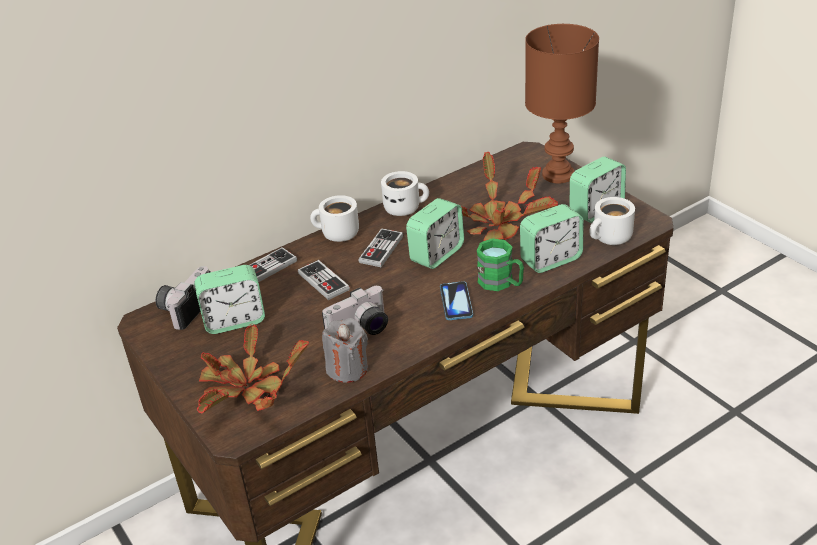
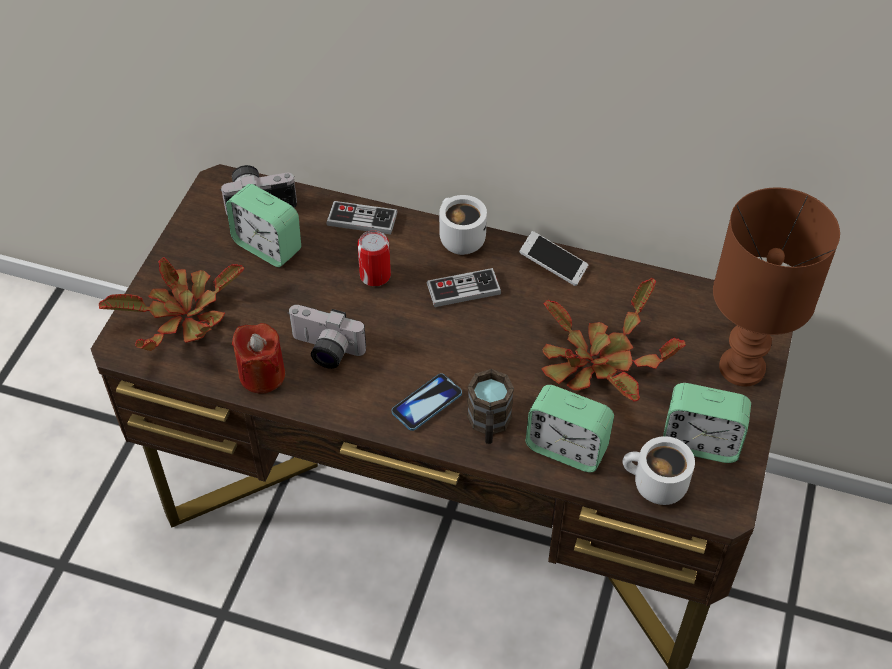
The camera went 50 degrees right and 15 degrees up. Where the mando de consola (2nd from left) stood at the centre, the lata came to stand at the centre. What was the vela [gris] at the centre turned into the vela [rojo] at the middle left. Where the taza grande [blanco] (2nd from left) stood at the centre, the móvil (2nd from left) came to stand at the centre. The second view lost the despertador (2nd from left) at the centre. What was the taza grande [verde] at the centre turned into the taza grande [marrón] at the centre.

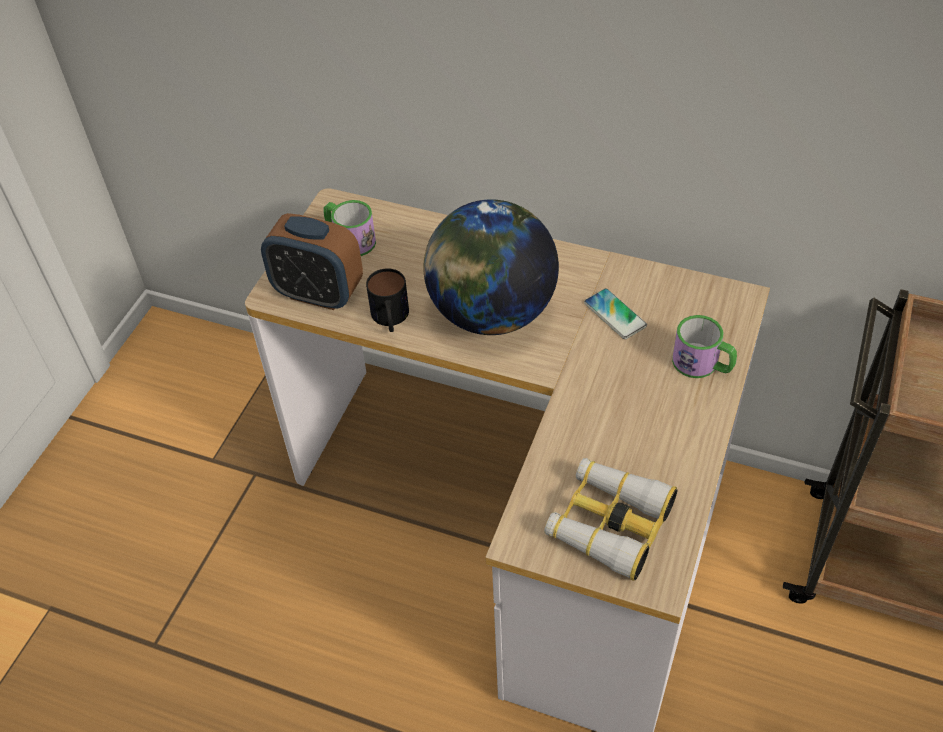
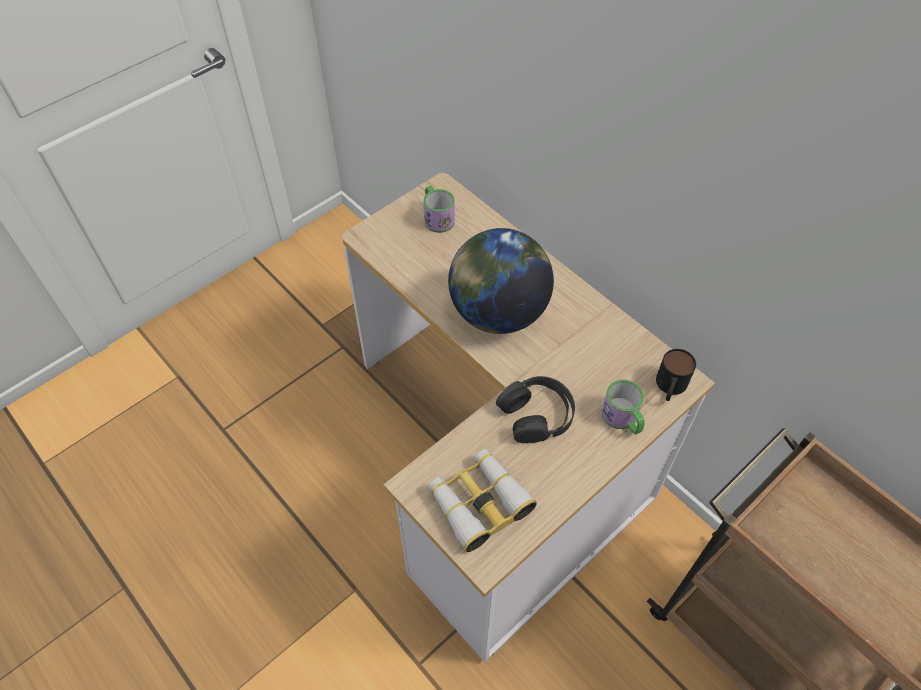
The camera went 25 degrees right and 5 degrees up. The second view lost the despertador at the middle left. The taza grande (2nd from left in the first image) ended up elsewhere, having gone from the centre to the middle right. The second view lost the móvil at the centre. The second view gained the auriculares [negro] at the centre.

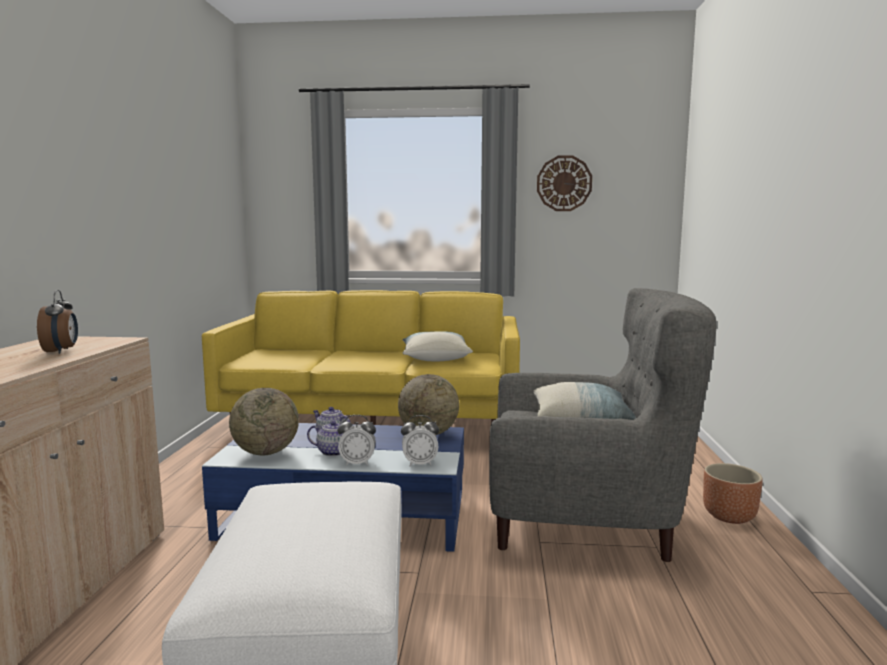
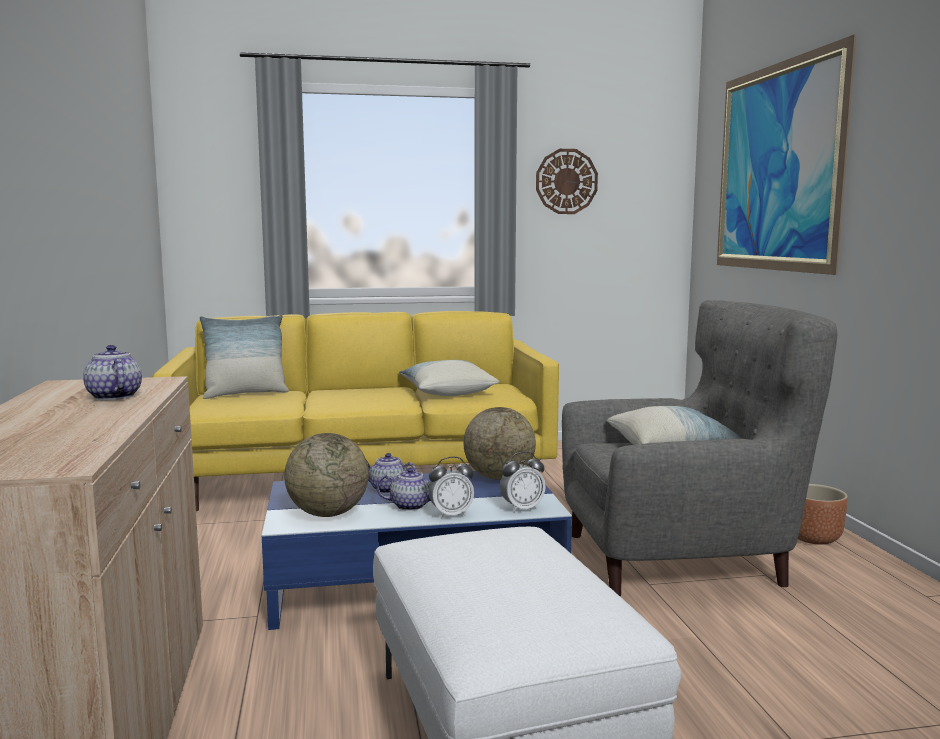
The camera went 15 degrees left and 0 degrees up. Where the despertador (1st from left) stood at the middle left, the tetera (1st from left) came to stand at the middle left. The second view gained the cojín (1st from left) at the middle left. The second view gained the cuadro at the top right.

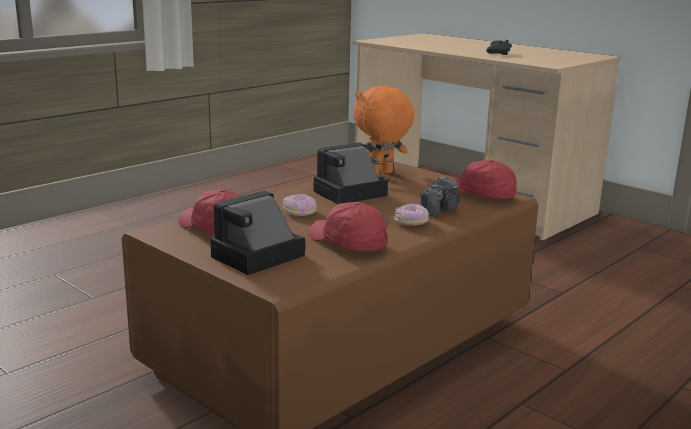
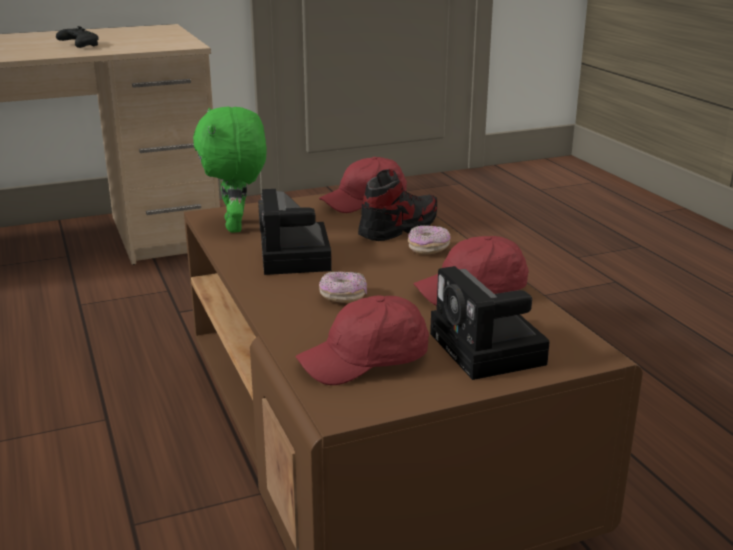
The camera went 65 degrees left and 5 degrees up. What was the peluche [naranja] at the top centre turned into the peluche [verde] at the top left. Where the cámara (3rd from left) stood at the centre, the zapato came to stand at the centre.

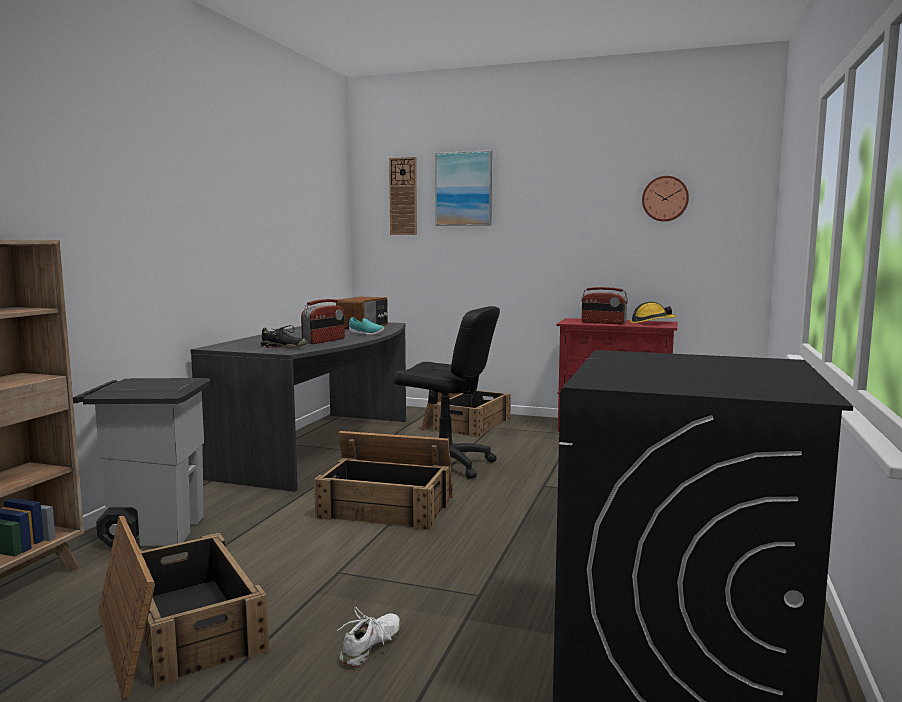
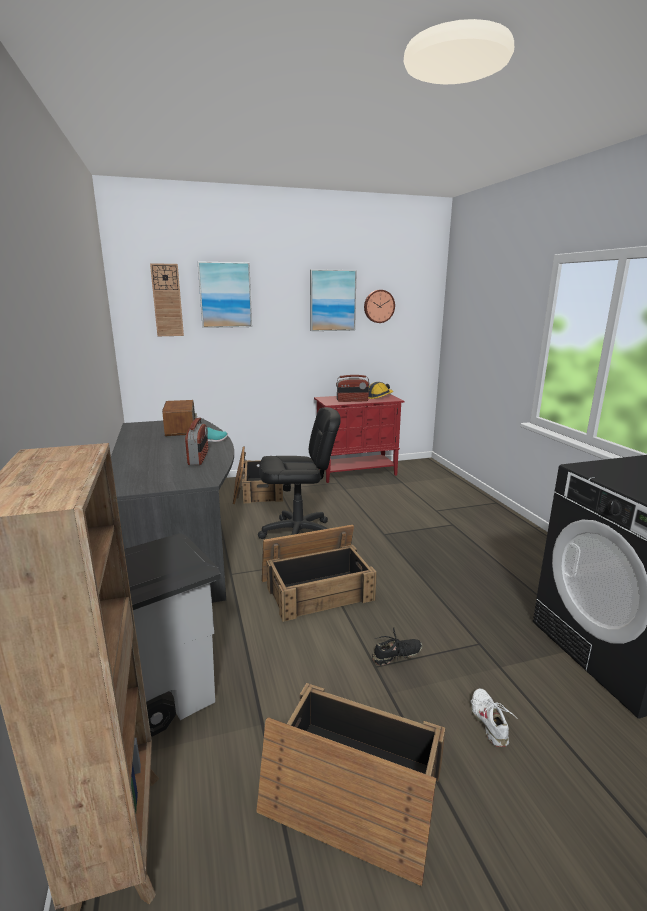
The camera went 35 degrees left and 10 degrees up. The zapato [negro] ended up elsewhere, having gone from the middle left to the bottom centre. The second view gained the cuadro (2nd from left) at the top centre.

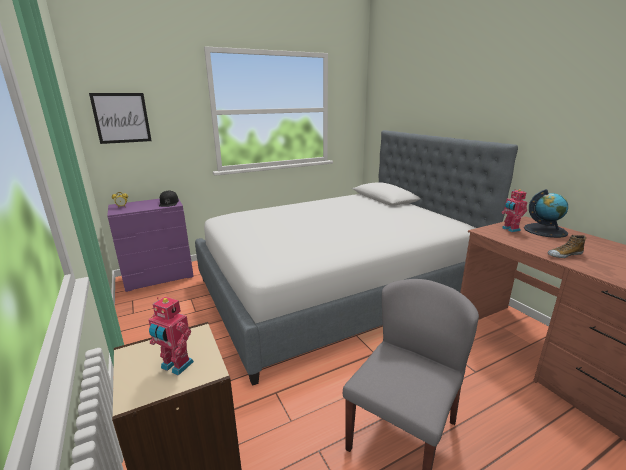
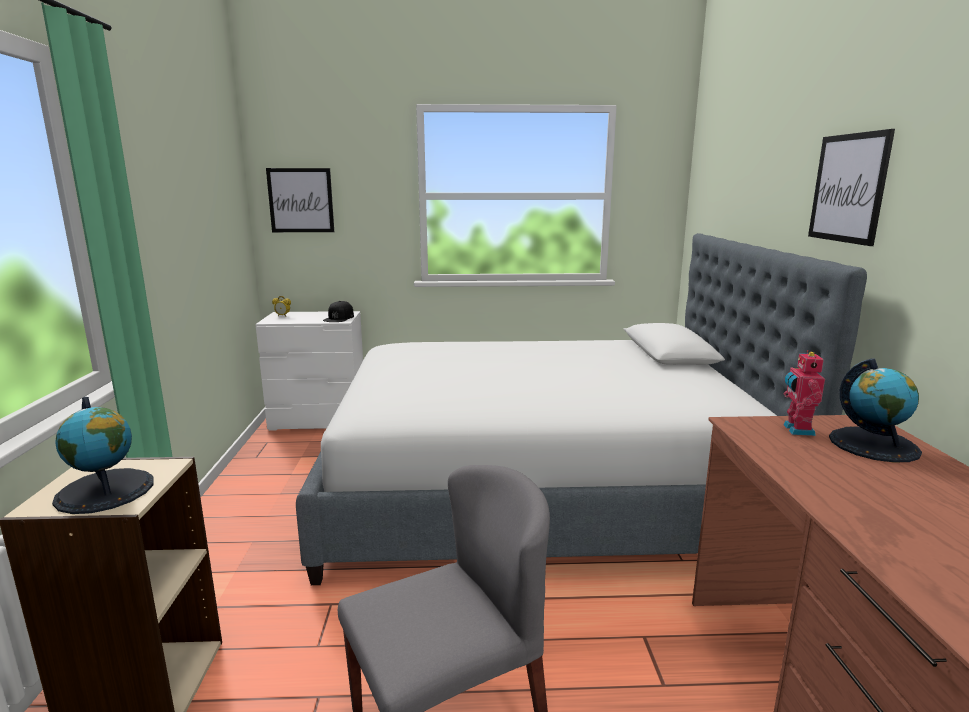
The camera went 25 degrees right and 5 degrees down. What was the cómoda [morado] at the middle left turned into the cómoda [blanco] at the middle left. Where the robot de juguete (1st from left) stood at the bottom left, the globo terráqueo (1st from left) came to stand at the middle left. The second view lost the zapato at the middle right. The second view gained the cuadro (2nd from left) at the top right.

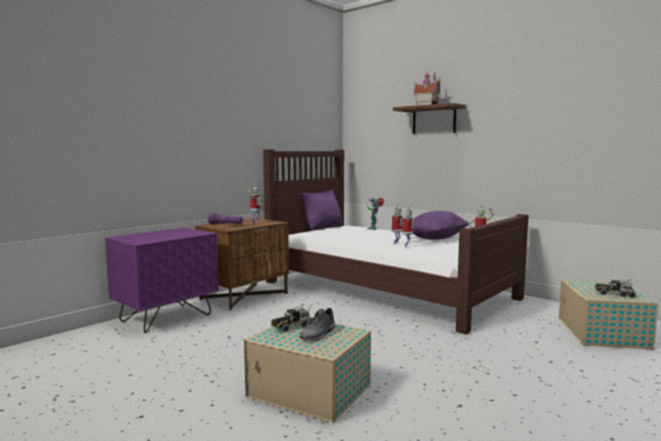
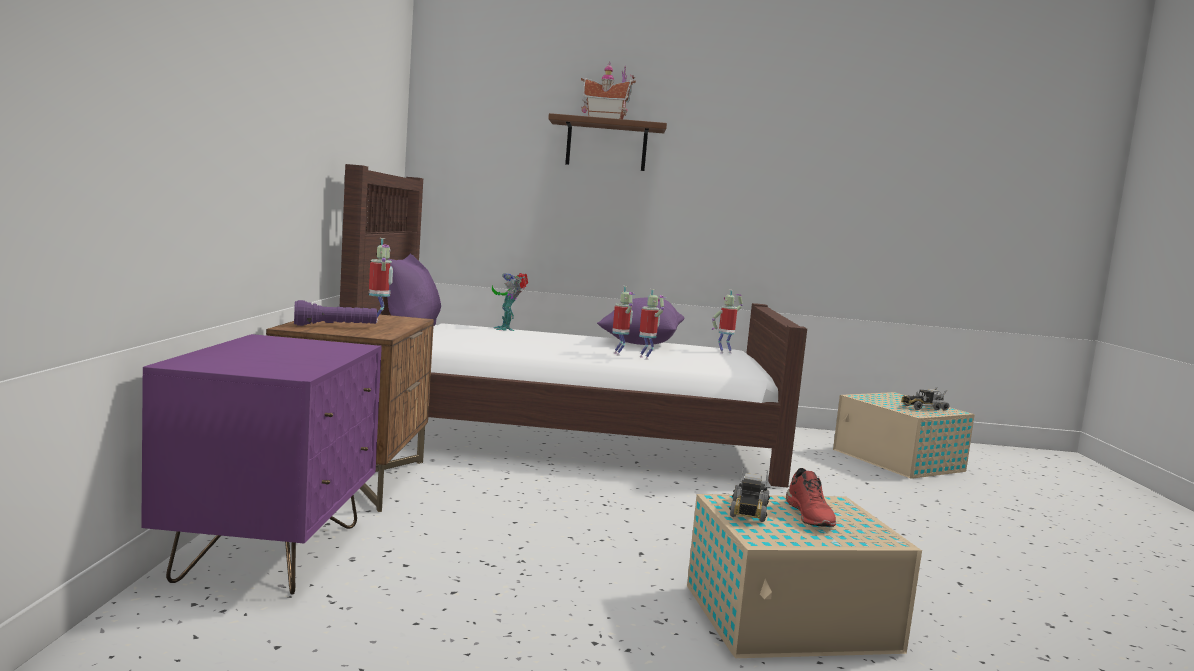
The camera went 40 degrees left and 0 degrees up. What was the zapato [gris] at the bottom centre turned into the zapato [rojo] at the bottom right.

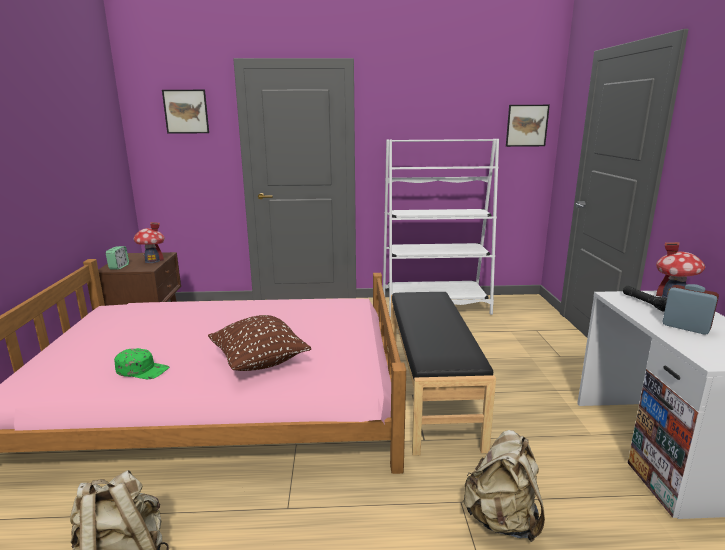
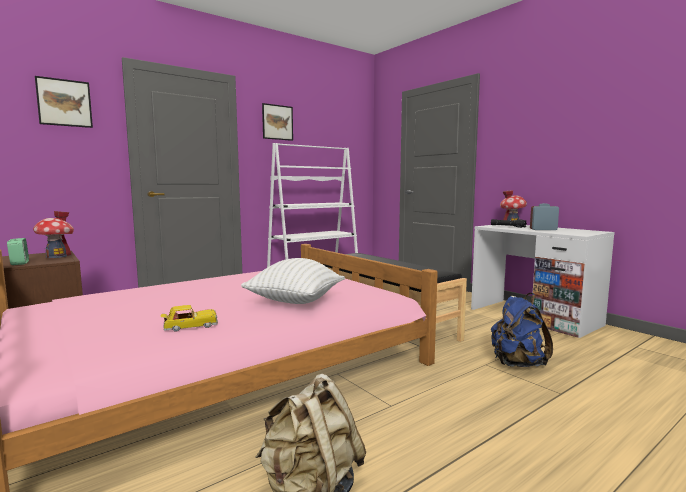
The camera went 35 degrees left and 10 degrees down. Where the gorra [verde] stood at the middle left, the coche de juguete came to stand at the middle left. What was the cojín [marrón] at the centre turned into the cojín [blanco] at the centre. What was the mochila [beis] (2nd from left) at the bottom right turned into the mochila [azul] at the bottom right. The cuadro (2nd from left) ended up elsewhere, having gone from the top right to the top centre.

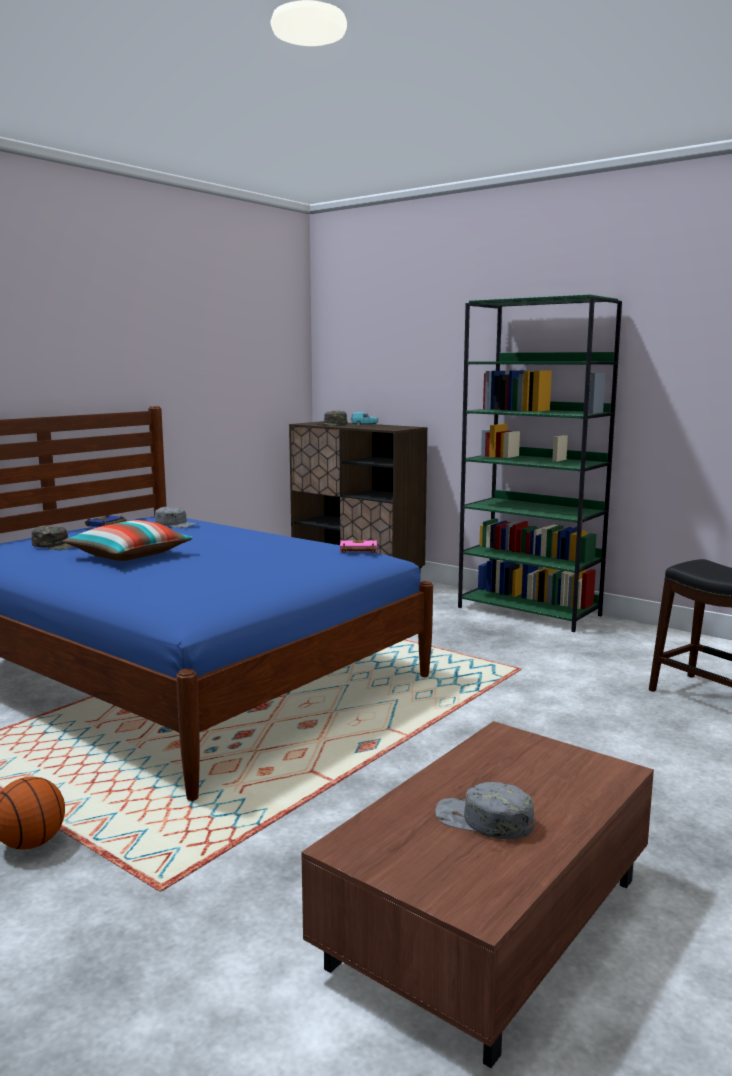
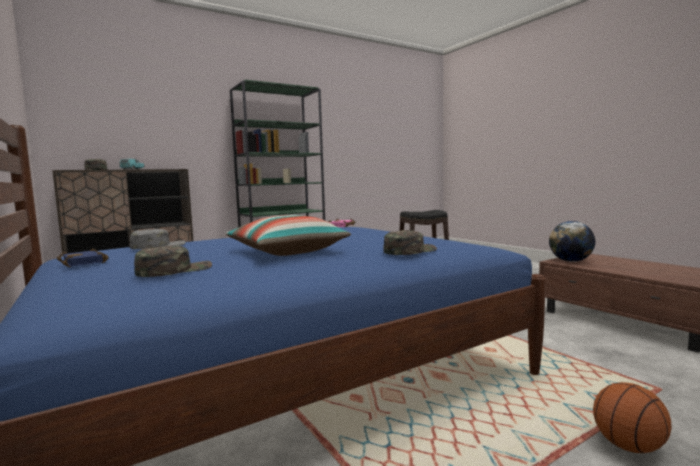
The camera went 70 degrees left and 5 degrees down. The second view lost the gorra [gris] (2nd from left) at the bottom centre. The second view gained the gorra [verde] (3rd from left) at the centre. The second view gained the globo terráqueo at the middle right.

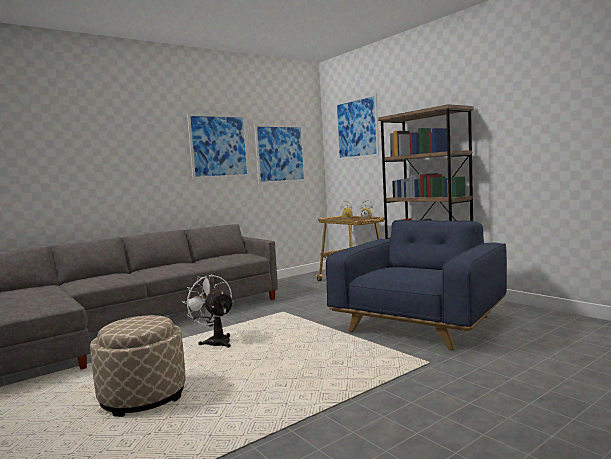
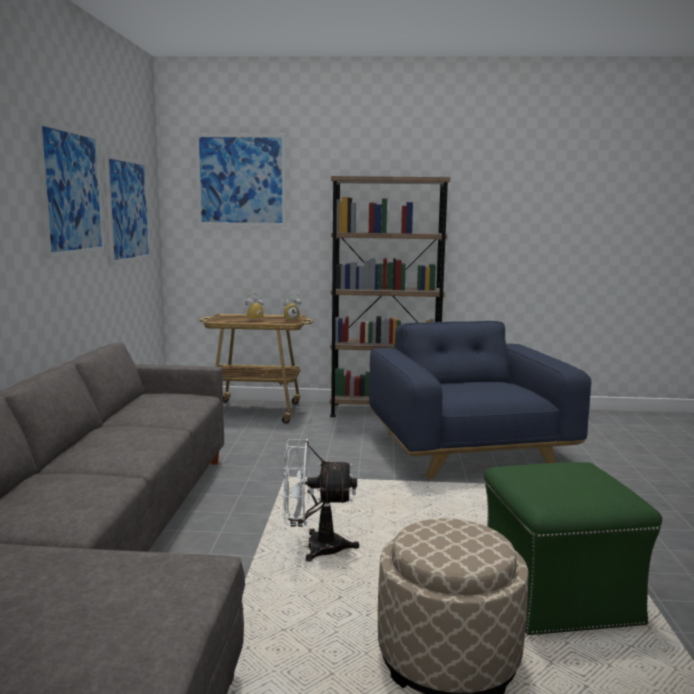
The camera went 50 degrees left and 5 degrees up. The second view gained the puf [verde] at the bottom right.

